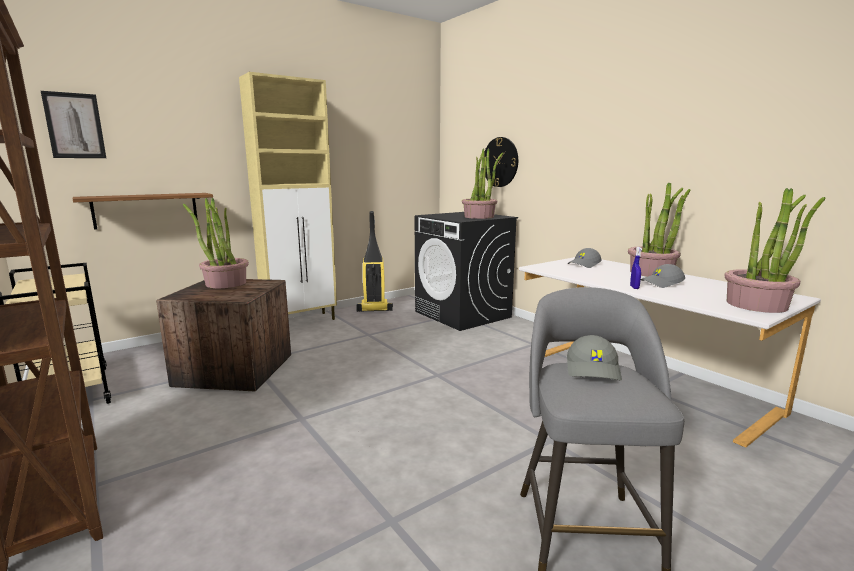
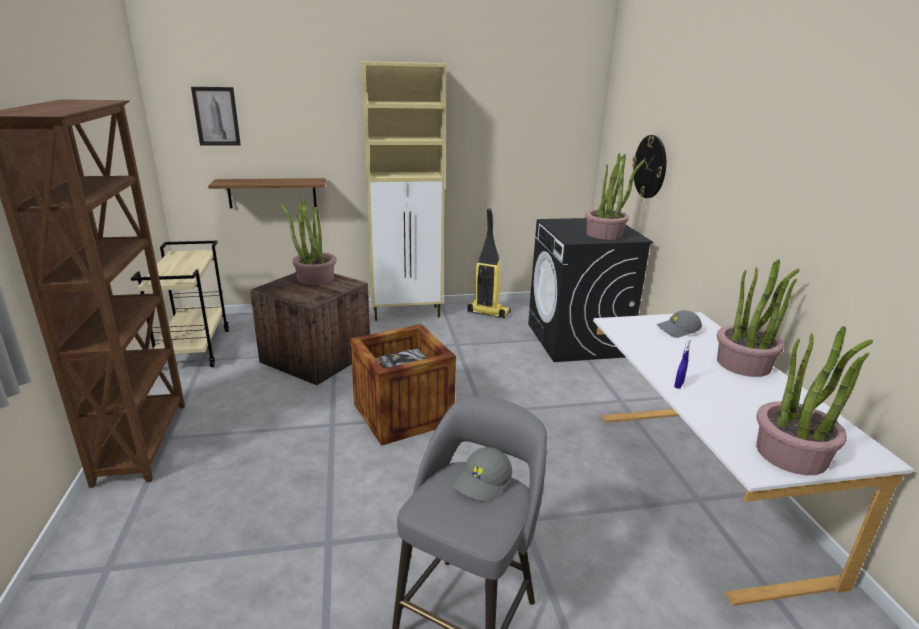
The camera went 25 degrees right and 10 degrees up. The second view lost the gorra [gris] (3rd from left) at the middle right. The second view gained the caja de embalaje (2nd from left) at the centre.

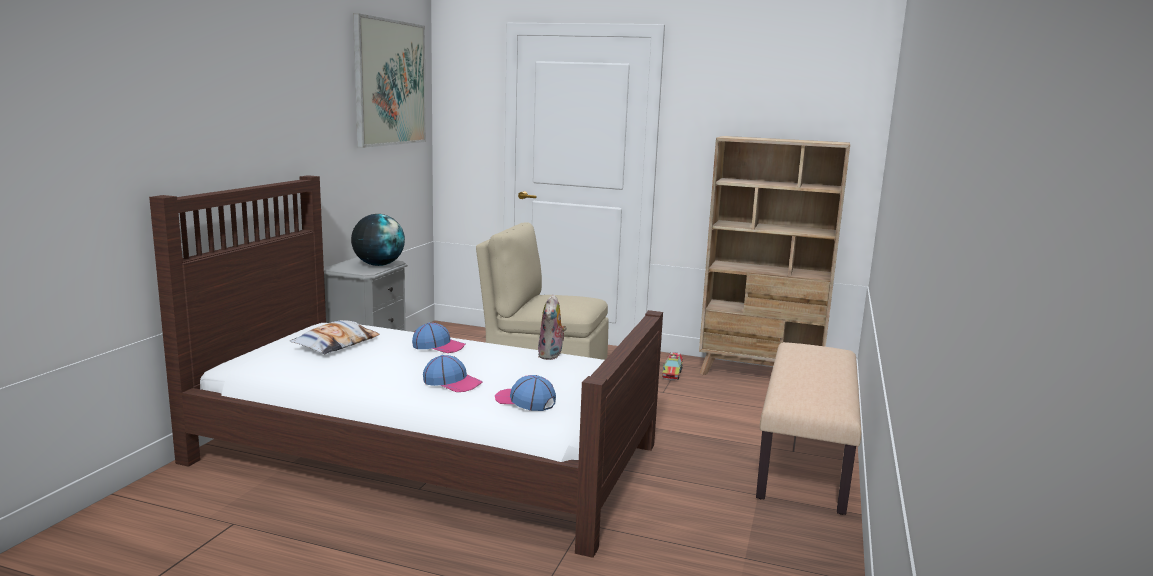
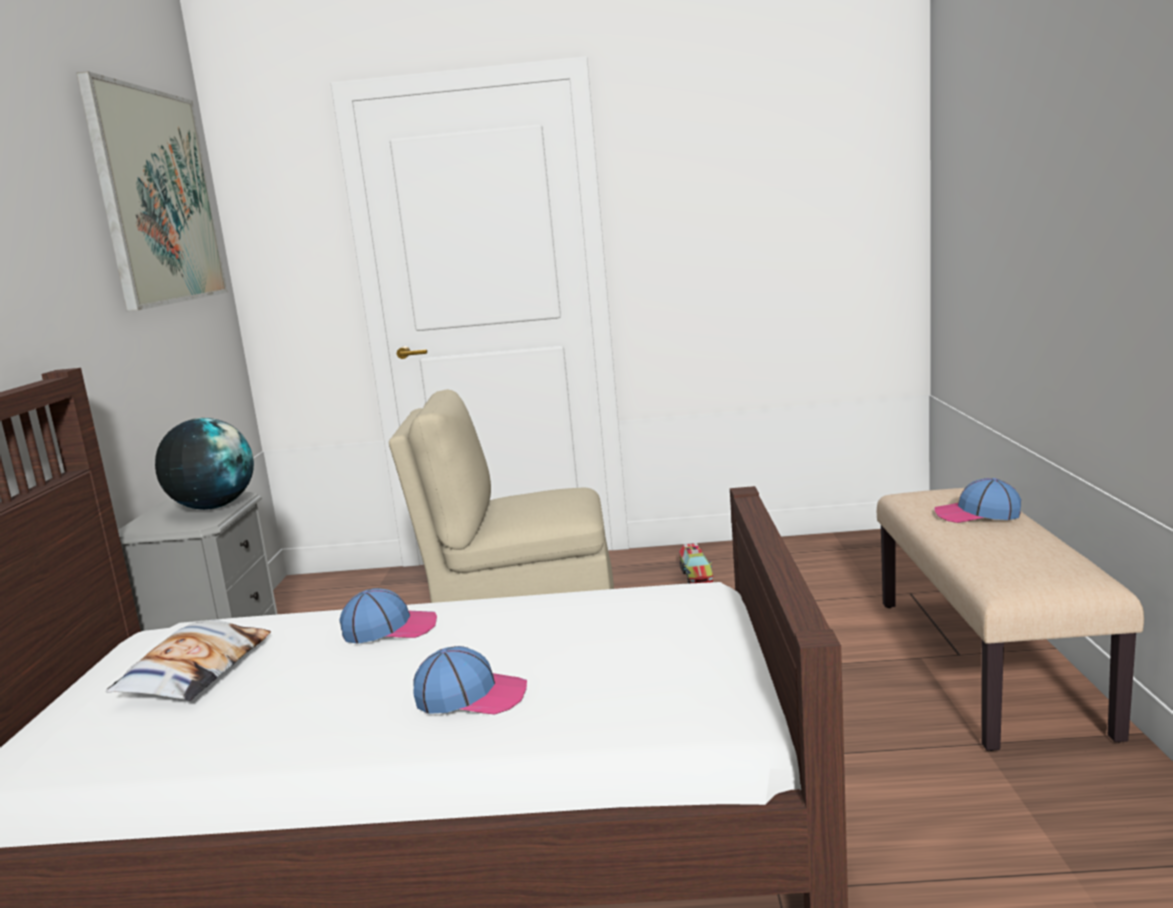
The camera went 15 degrees left and 0 degrees up. The gorra (3rd from left) ended up elsewhere, having gone from the bottom centre to the middle right. The second view lost the peluche at the centre. The second view lost the estantería [beis] at the middle right.

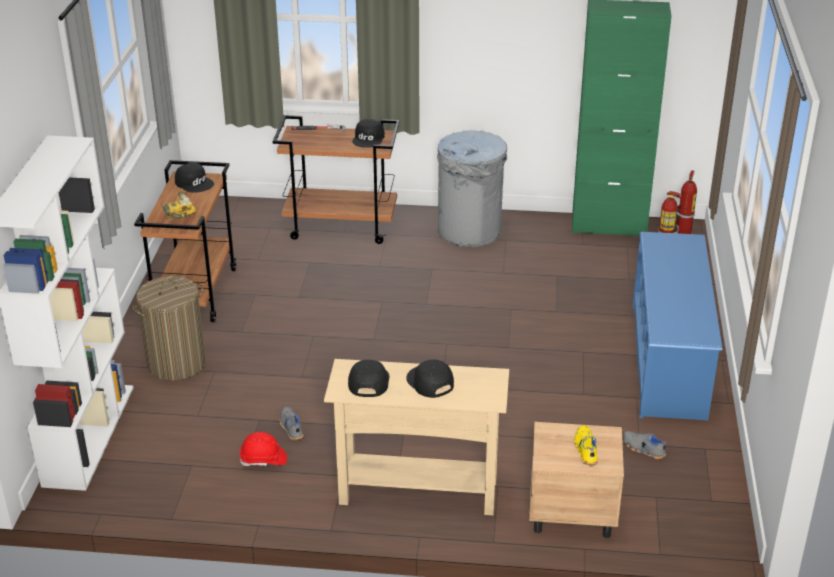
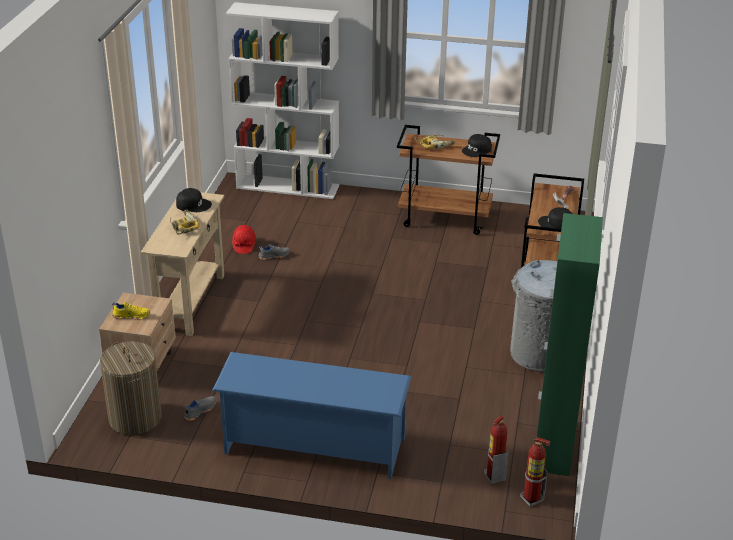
The camera went 95 degrees right and 0 degrees up. The cesto de la ropa ended up elsewhere, having gone from the middle left to the bottom left. Where the gorra [negro] (4th from left) stood at the centre, the taladro (1st from left) came to stand at the middle left.

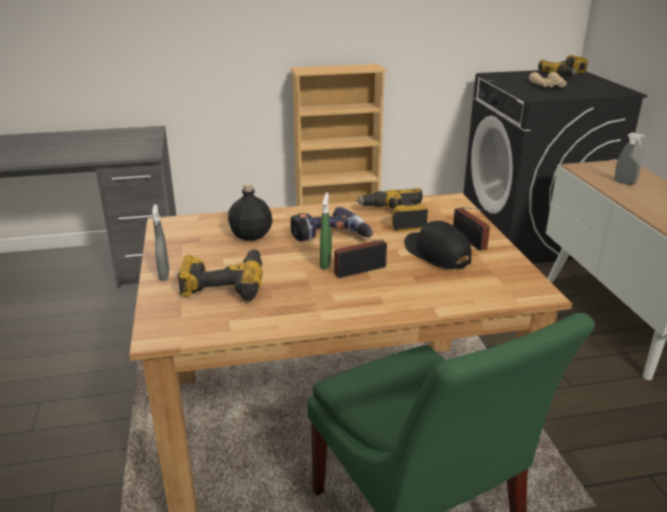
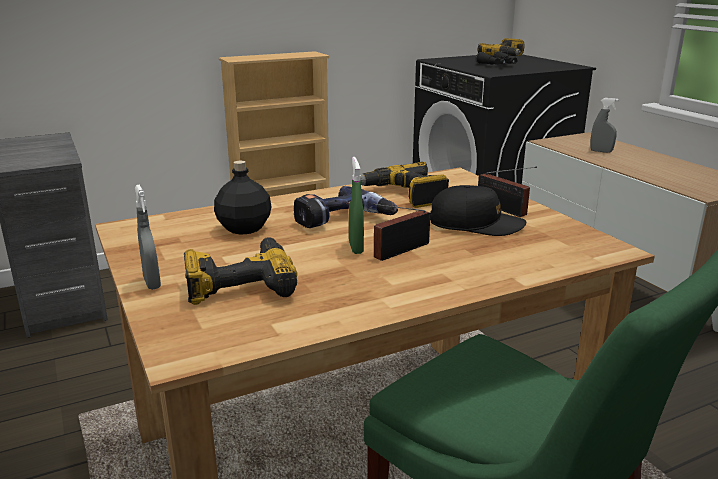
The camera went 15 degrees left and 5 degrees down. The gorra [negro] at the centre ended up facing another way, 150 degrees clockwise from before. What was the prismáticos [beis] at the top right turned into the prismáticos [negro] at the top right.

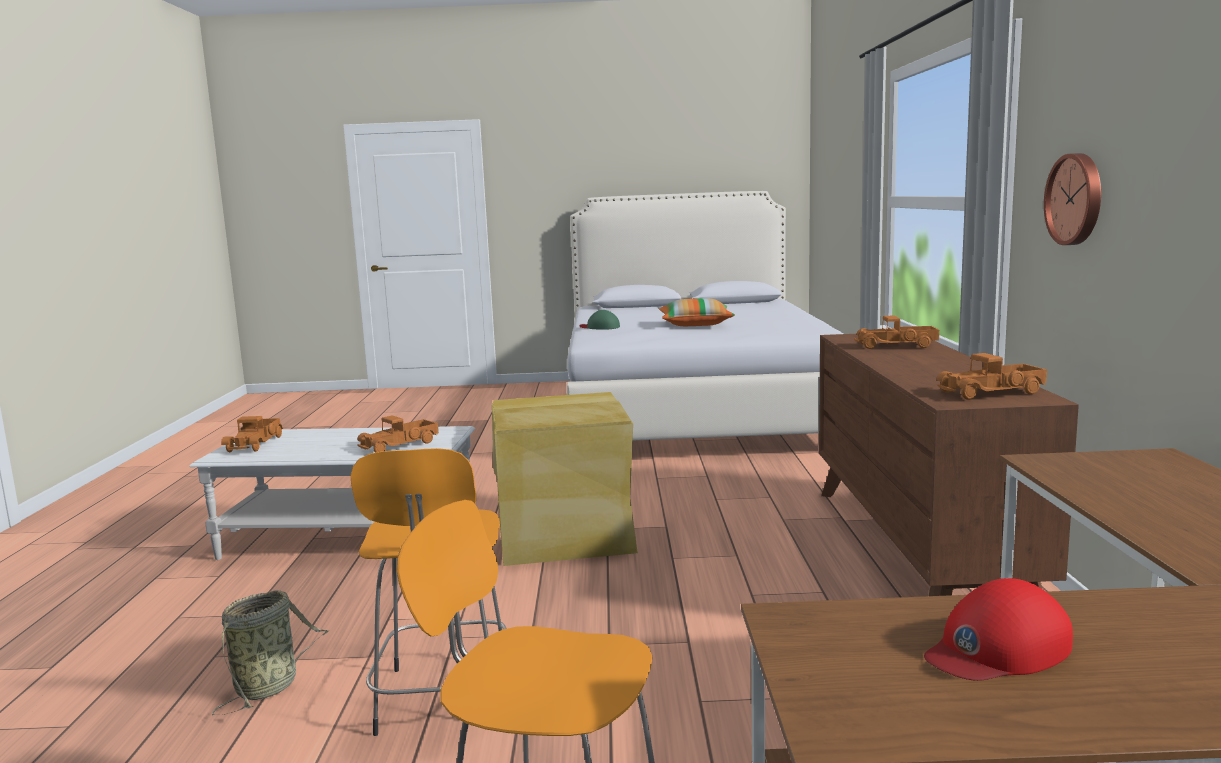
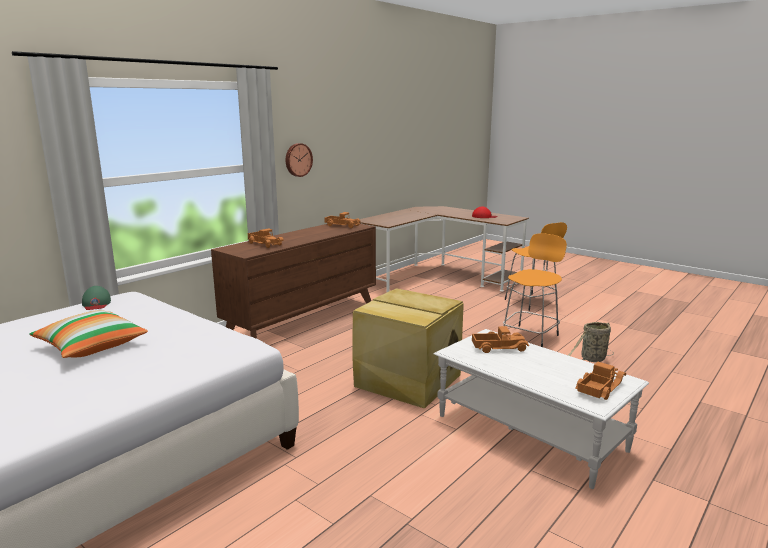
The camera went 140 degrees left and 5 degrees up. The gorra [verde] ended up elsewhere, having gone from the centre to the middle left.

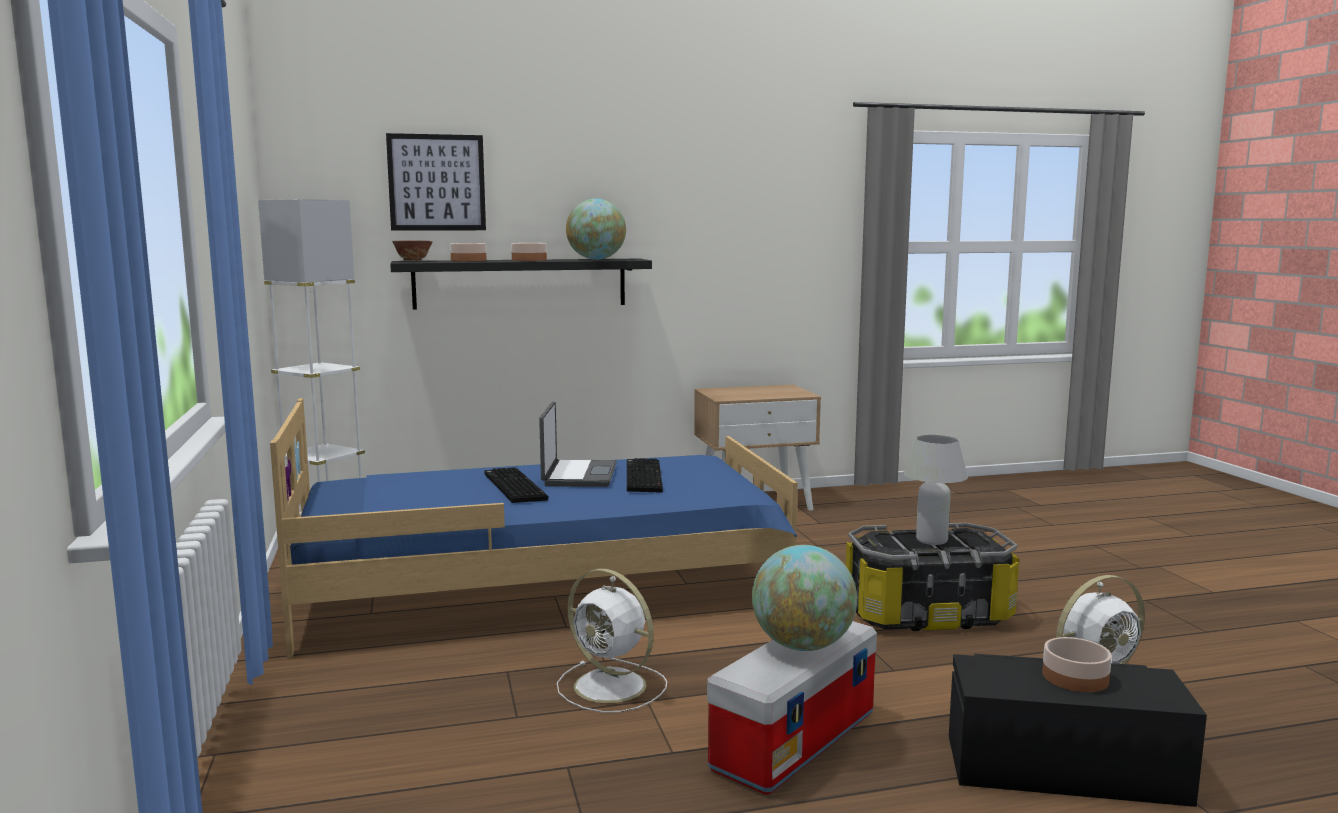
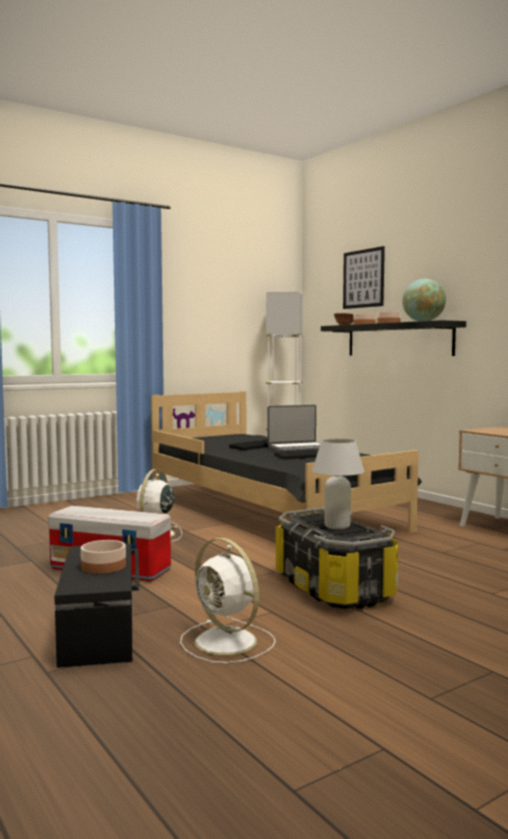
The camera went 70 degrees right and 5 degrees down. What was the cama [azul] at the centre turned into the cama [negro] at the centre. The second view lost the globo terráqueo (2nd from left) at the bottom centre.

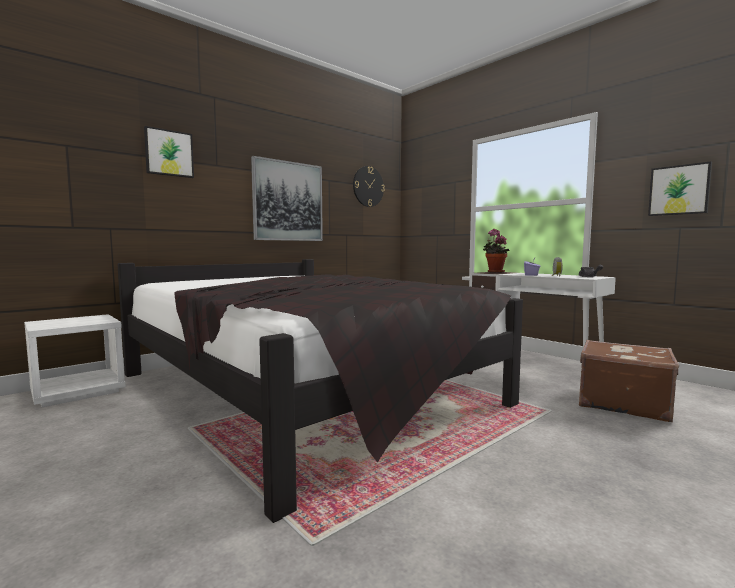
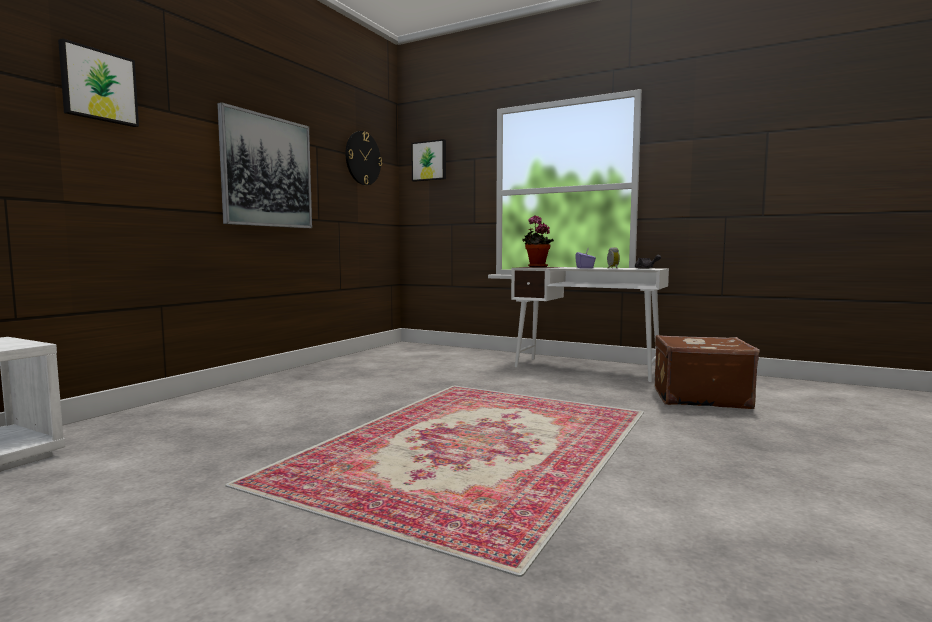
The camera went 20 degrees left and 0 degrees up. The second view lost the cama [negro] at the centre. The cuadro (3rd from left) ended up elsewhere, having gone from the top right to the top centre.

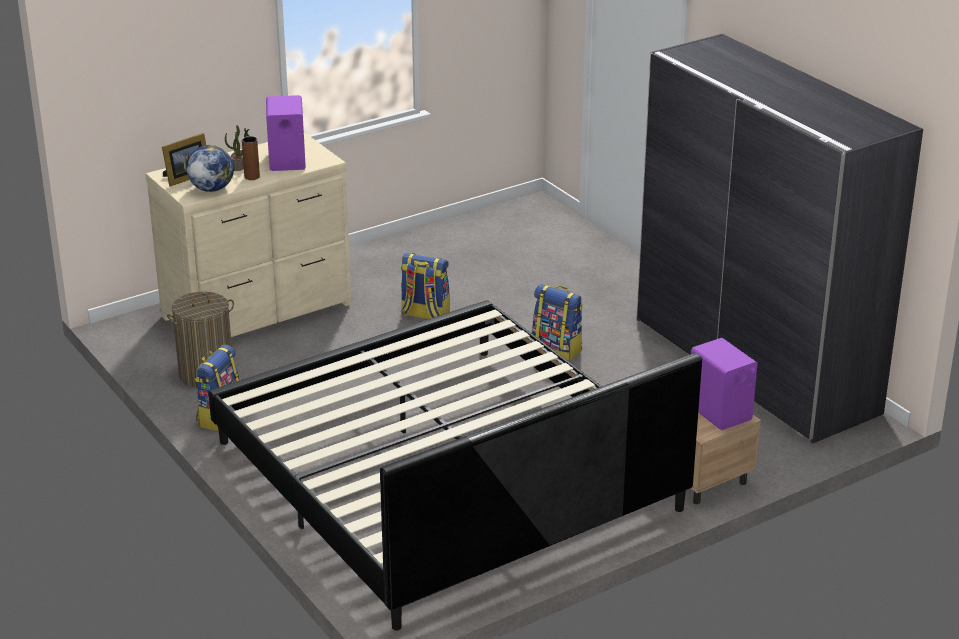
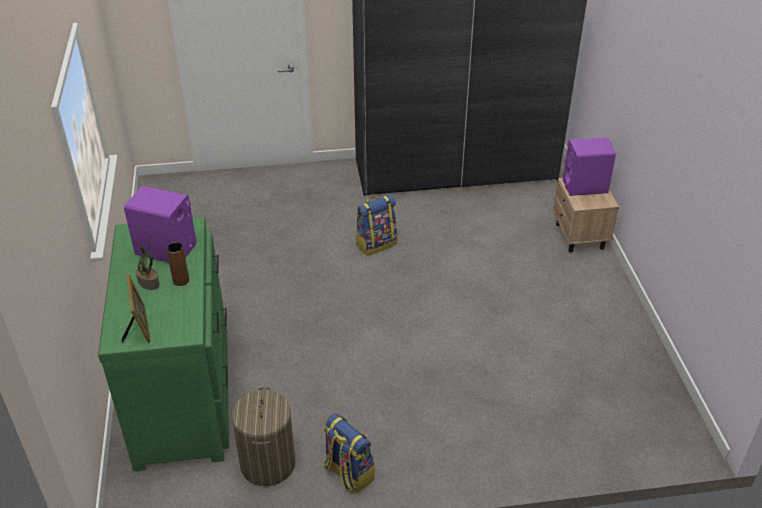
The camera went 65 degrees left and 10 degrees up. What was the cómoda [beis] at the middle left turned into the cómoda [verde] at the bottom left. The second view lost the globo terráqueo at the top left. The second view lost the cama at the bottom centre. The second view lost the mochila (2nd from left) at the centre.

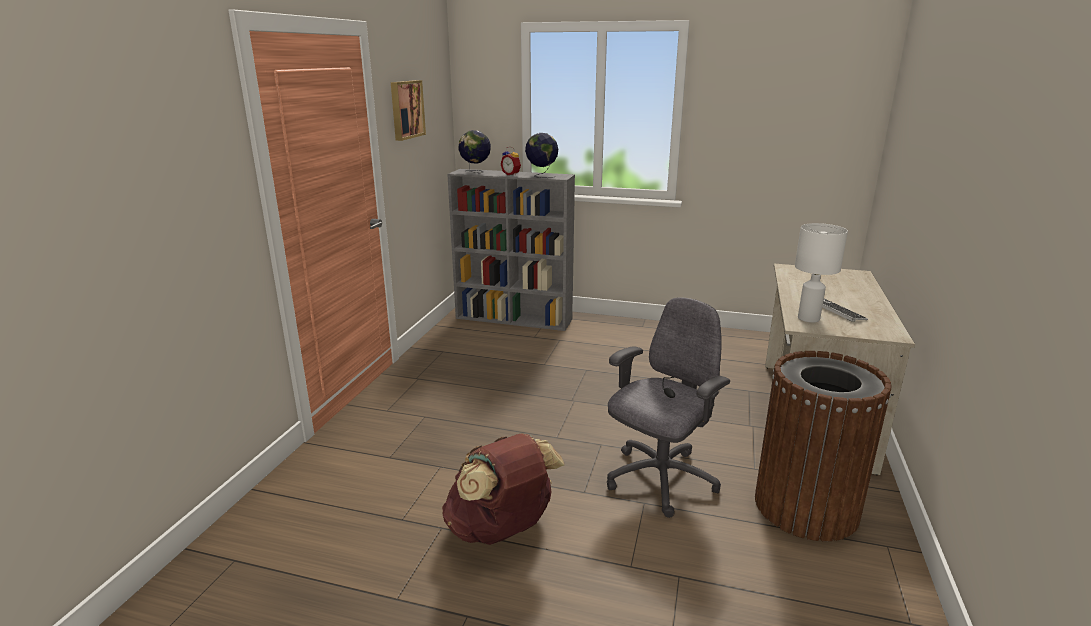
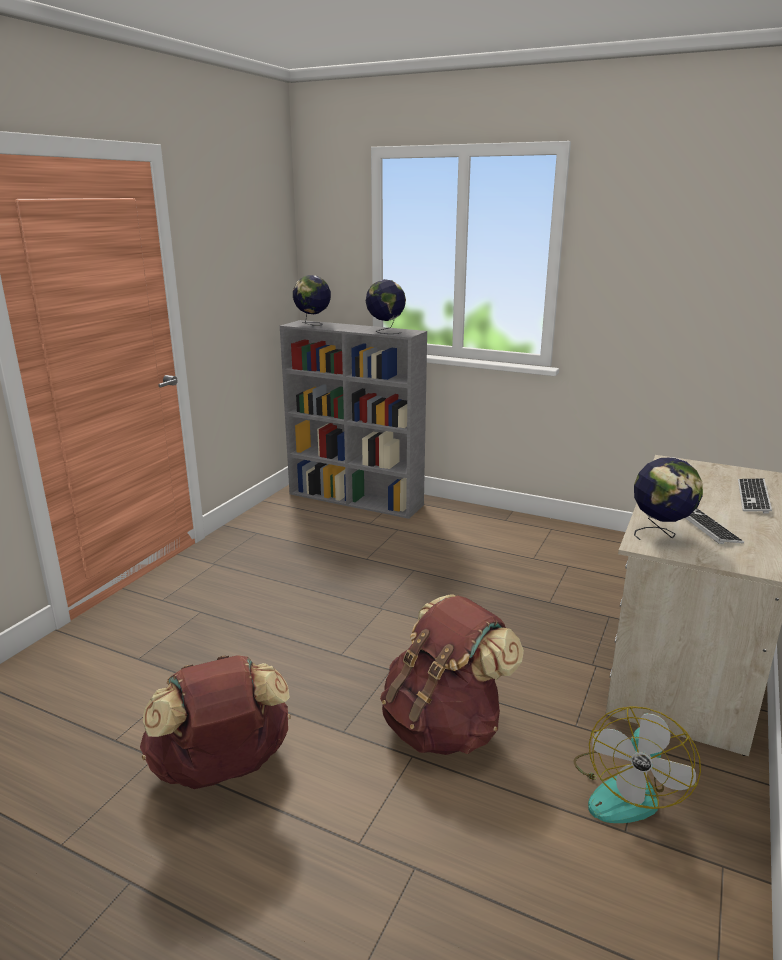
The camera went 10 degrees right and 0 degrees up. The second view lost the cuadro at the top centre. The second view lost the despertador at the top centre. Where the silla de oficina [gris] stood at the centre, the mochila [marrón] (2nd from left) came to stand at the bottom centre. Where the papelera [marrón] stood at the bottom right, the ventilador came to stand at the bottom right. Where the lámpara de mesa [blanco] stood at the middle right, the globo terráqueo (3rd from left) came to stand at the middle right. The second view gained the teclado (2nd from left) at the middle right.

